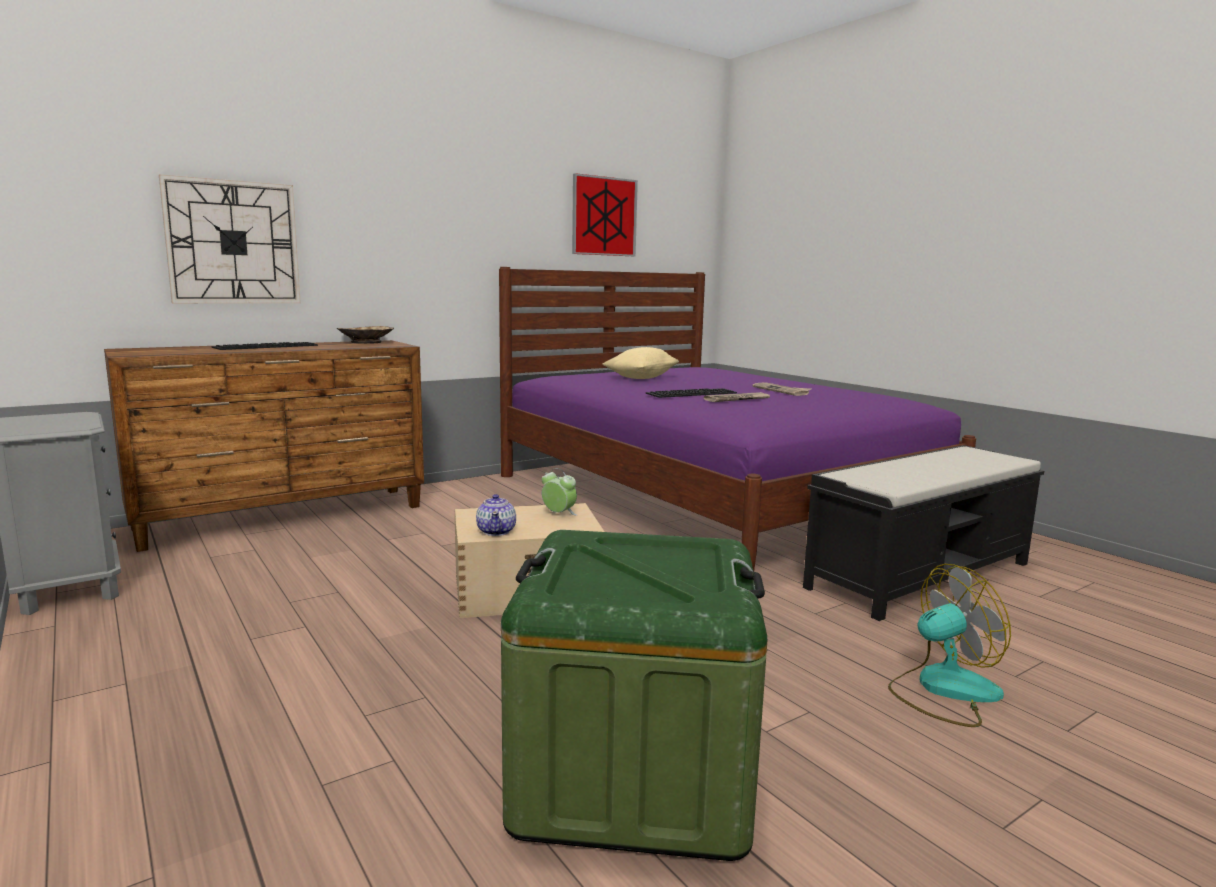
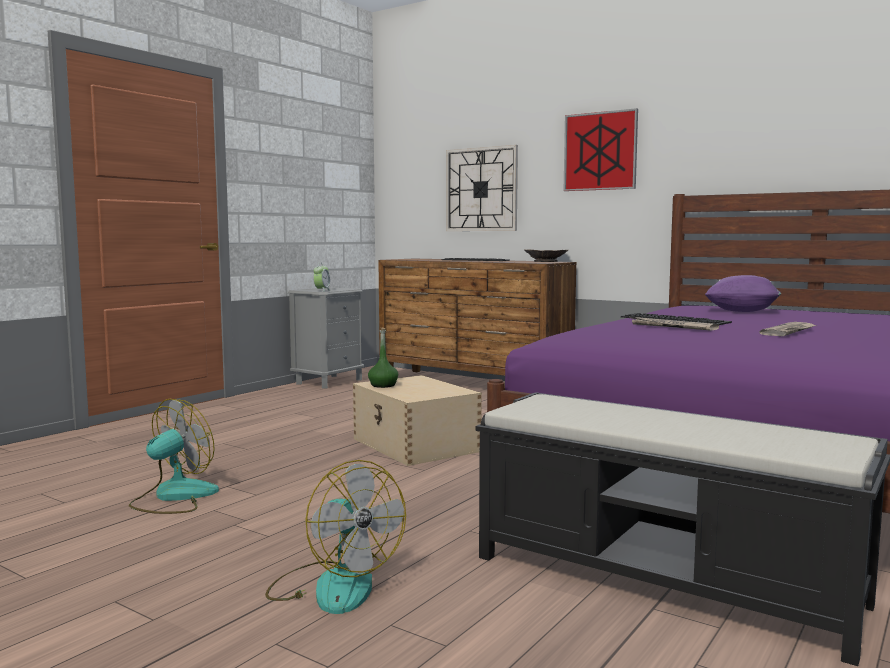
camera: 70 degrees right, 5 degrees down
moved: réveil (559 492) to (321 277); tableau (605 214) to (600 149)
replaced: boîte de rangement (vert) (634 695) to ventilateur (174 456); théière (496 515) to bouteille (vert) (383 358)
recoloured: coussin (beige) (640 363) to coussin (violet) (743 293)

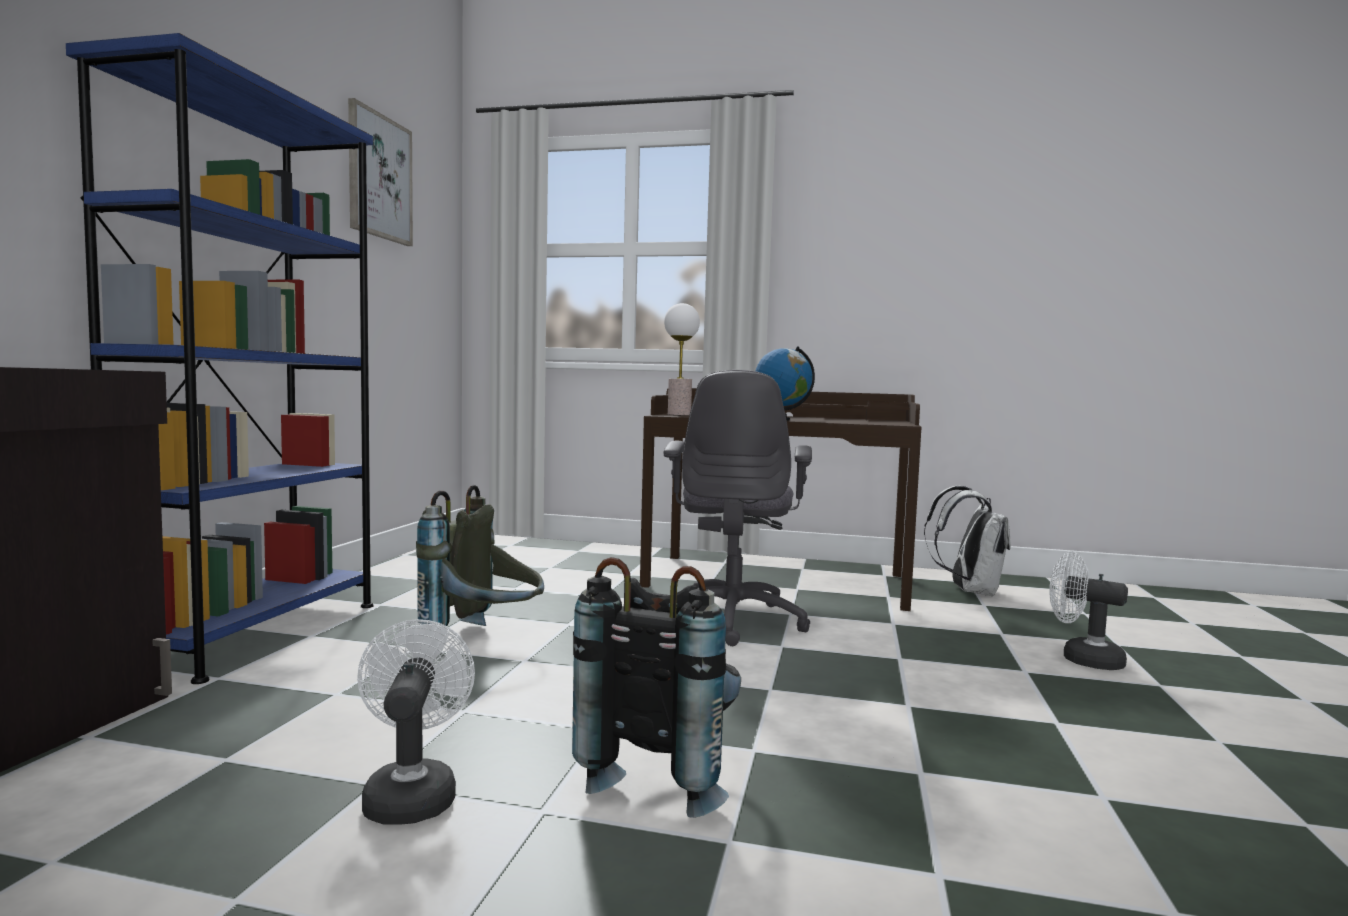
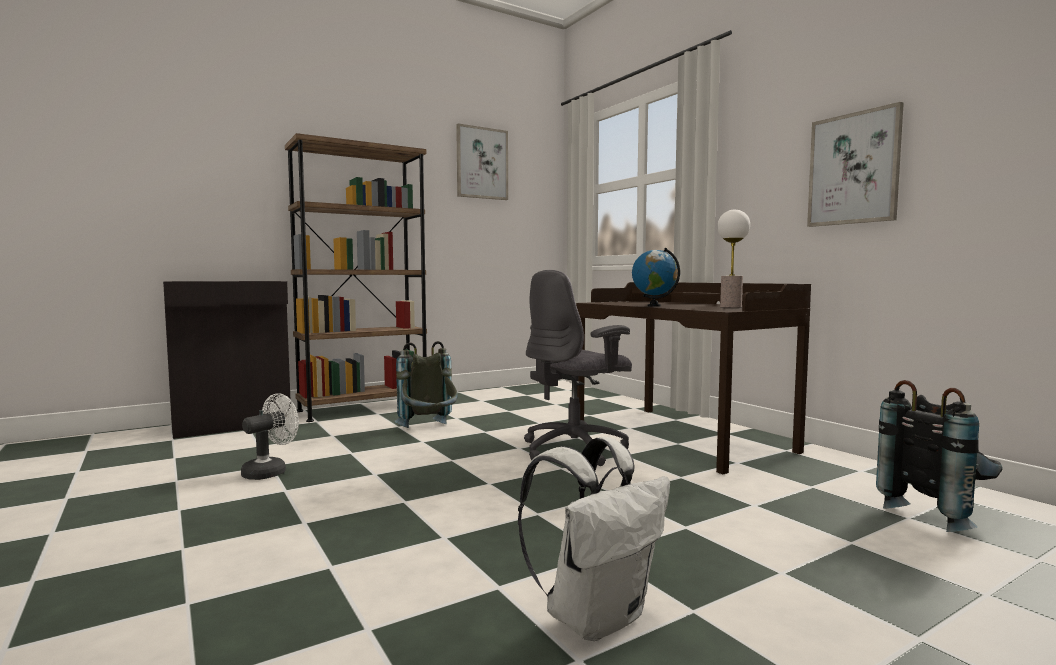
camera: 45 degrees right, 0 degrees up
removed: ventilateur (blanc) (1089 610)
added: tableau (855 164)
moved: sac à dos (blanc) (967 541) to (594 539); lampe de table (682 359) to (733 258); sac à dos (noir) (656 687) to (939 456)
recoloured: bibliothèque (bleu) (219 358) to bibliothèque (marron) (356 277)

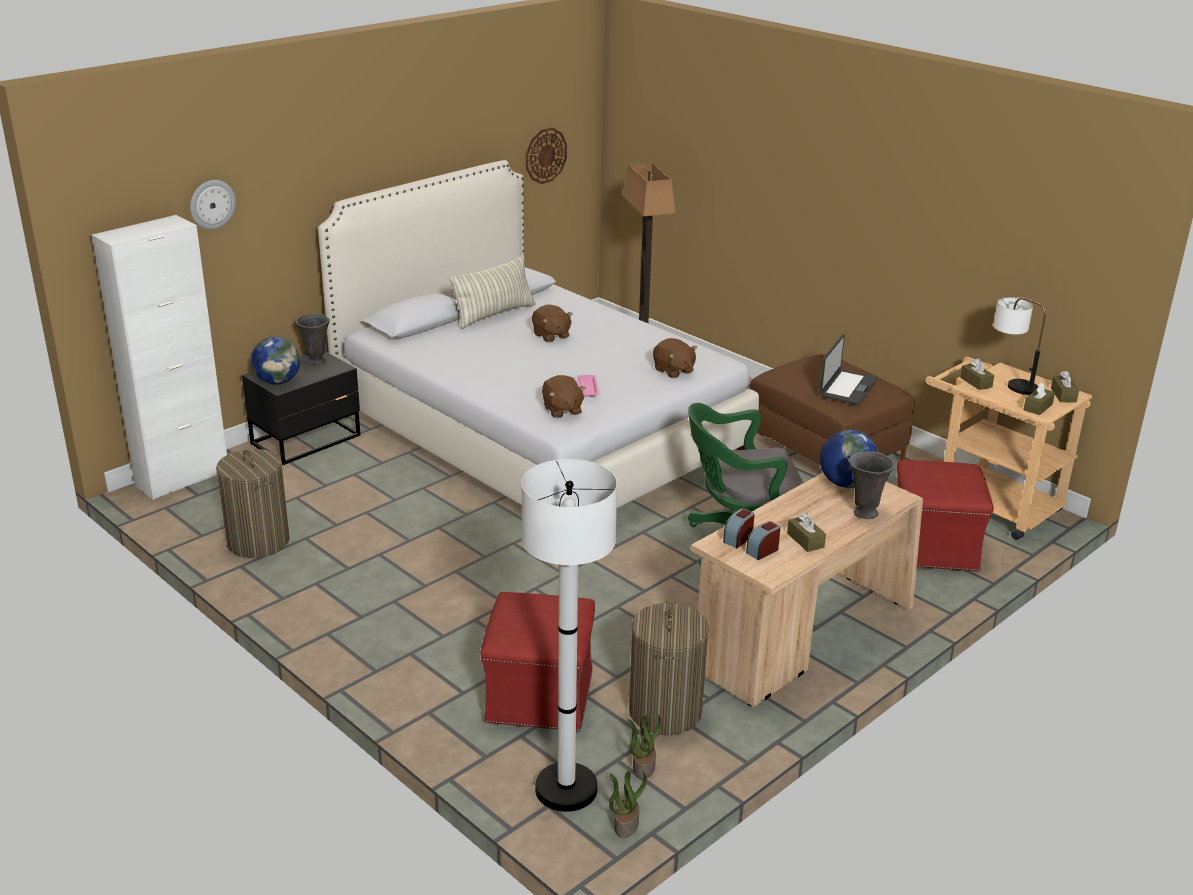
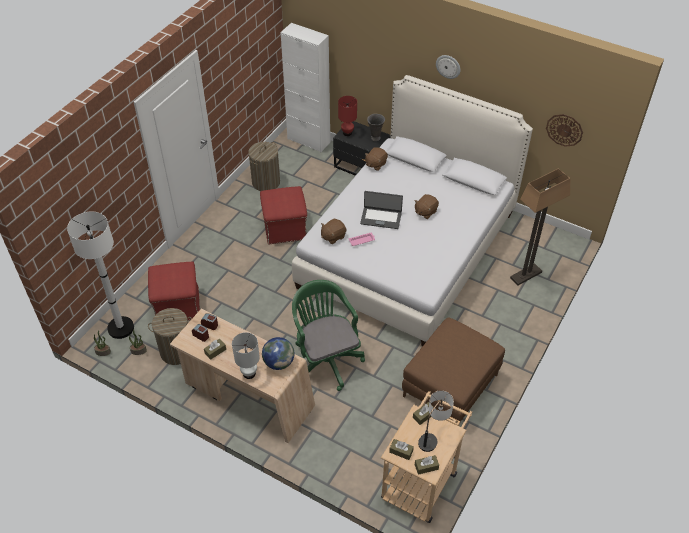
camera: 75 degrees right, 20 degrees up
removed: coussin (492 292)
moved: pouf (rouge) (945 516) to (283 215); ordinateur portable (848 369) to (381 210); peluche (marron) (675 358) to (376 159); horloge murale (213 204) to (448 67)
replaced: vase (gris) (871 485) to lampe de table (blanc) (246 355); globe (275 360) to lampe de table (rouge) (347 116)

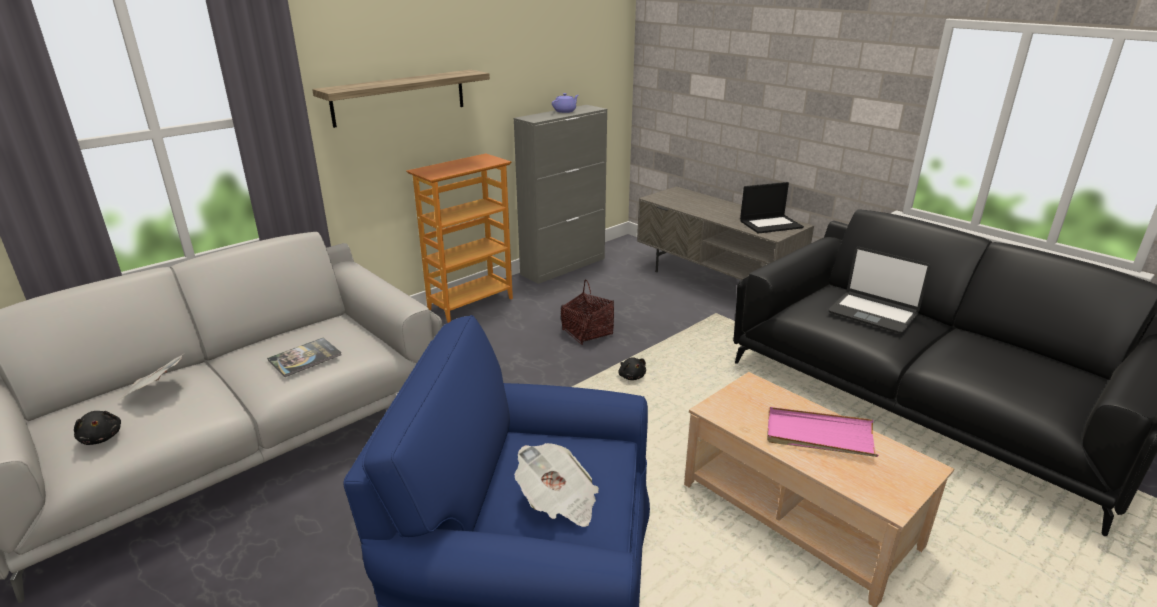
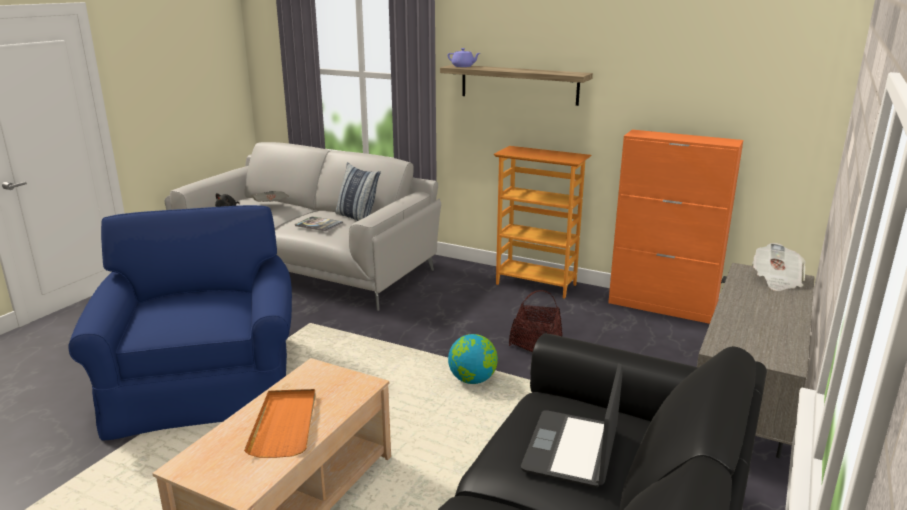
camera: 70 degrees right, 5 degrees down
removed: ordinateur portable (772 208)
added: coussin (358 191)
moved: théière (violet) (565 103) to (464 57); journal (556 485) to (779 267)
replaced: peluche (noir) (632 368) to globe (473 359)
recoloured: plateau (rose) (823 432) to plateau (orange) (279 423); meuble de rangement (gris) (560 194) to meuble de rangement (orange) (675 227)

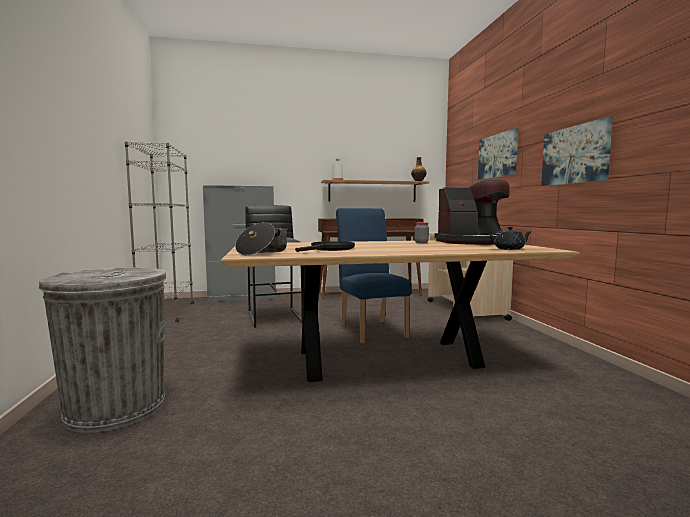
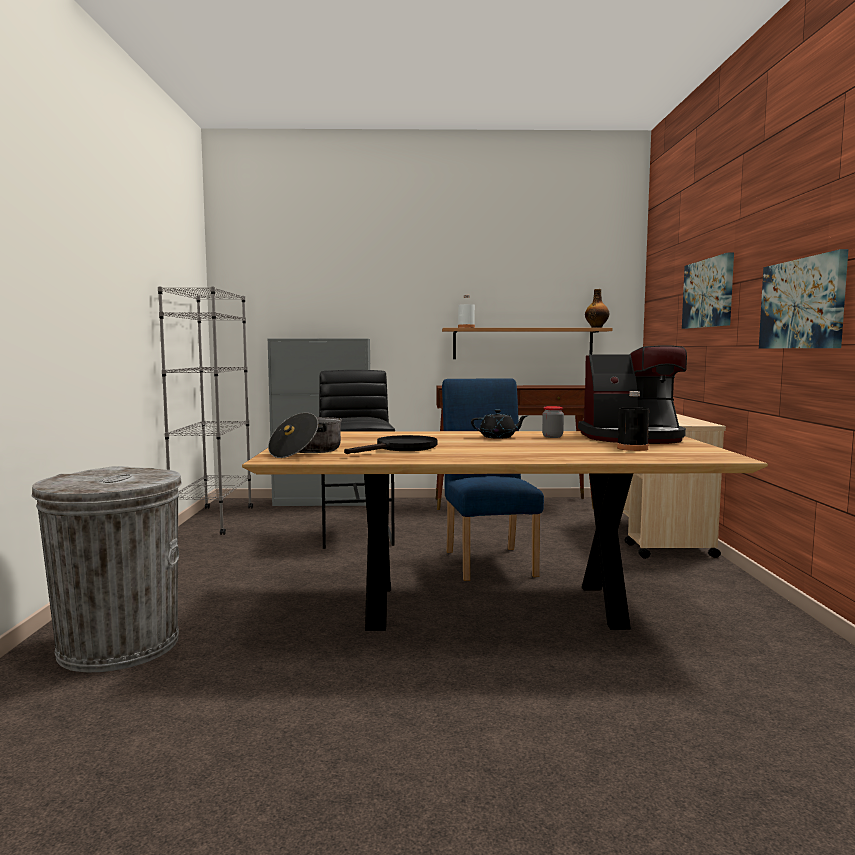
camera: 10 degrees right, 0 degrees up
added: bouteille (noir) (633 421)
moved: théière (noir) (511 238) to (499 424)

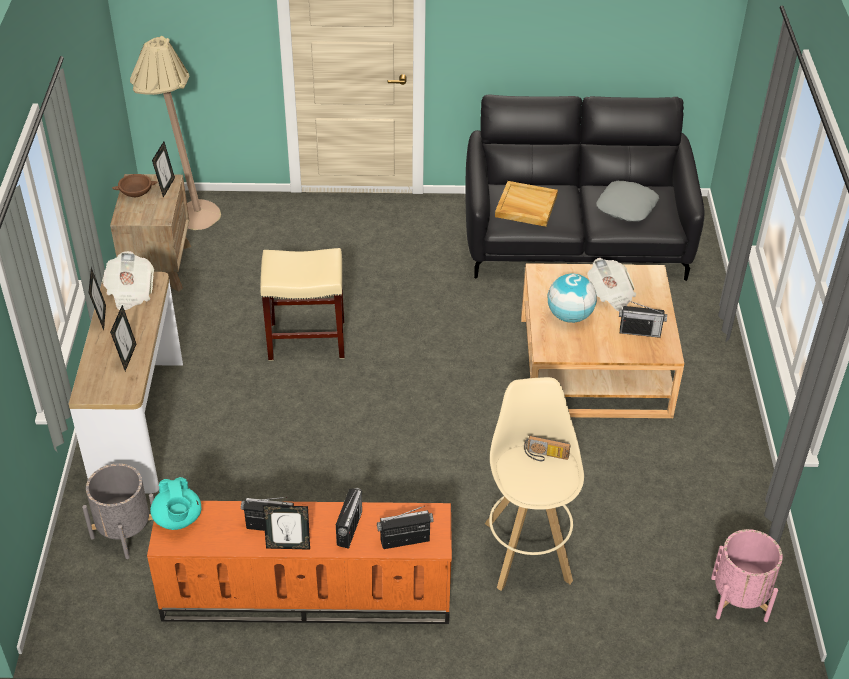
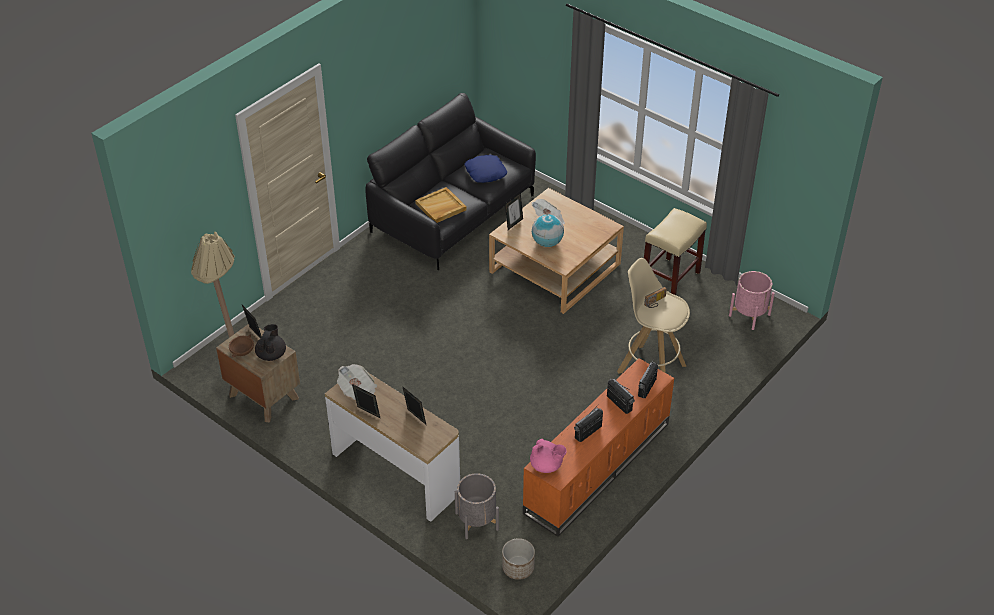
camera: 50 degrees left, 0 degrees up
removed: radio (643 319)
added: théière (noir) (270 342); cache-pot (518 559)
moved: cadre photo (286 527) to (514 211); tabouret (beige) (302 304) to (675 251)
recoloured: coussin (gris) (627 201) to coussin (bleu) (485 169); théière (turquoise) (175 503) to théière (rose) (548 456)

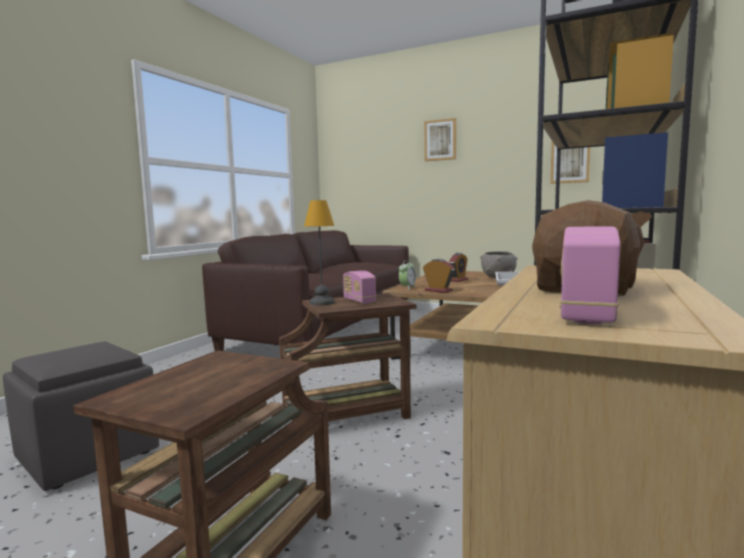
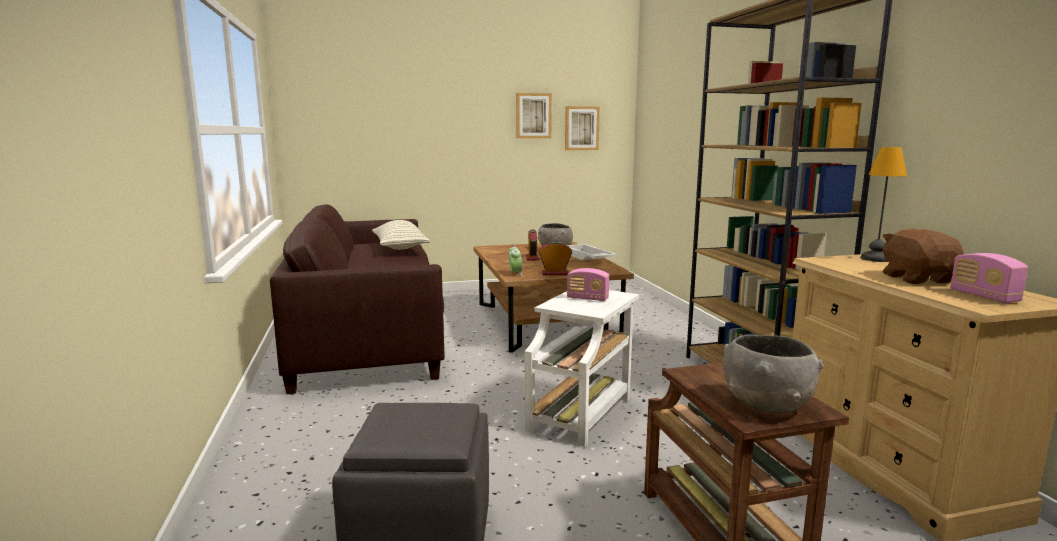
camera: 40 degrees left, 5 degrees up
added: coussin (401 235); bol (gris) (773 373)
moved: tableau (440 139) to (534 115); lampe de table (319 252) to (884 204)
recoloured: table d'appoint (marron) (347 357) to table d'appoint (blanc) (582 368)

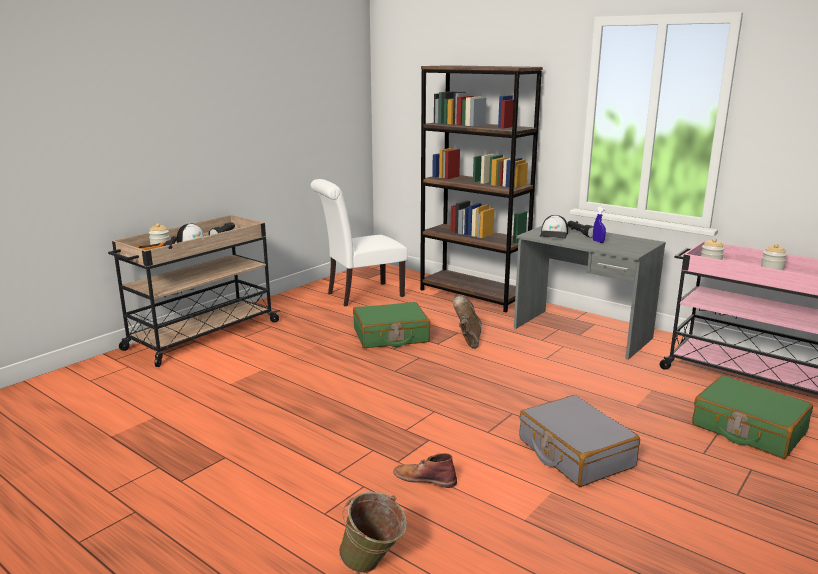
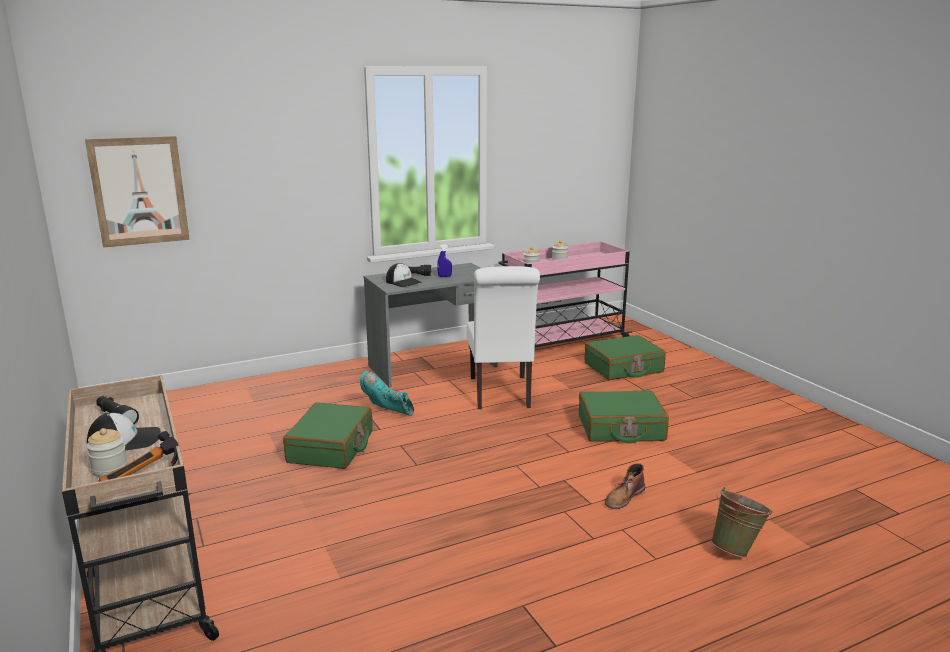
camera: 65 degrees left, 0 degrees up
removed: bibliothèque (marron) (481 188)
added: tableau (137 192)
moved: chaise (blanc) (359 242) to (503 337)
recoloured: botte (marron) (467 321) to botte (turquoise) (387 393); valise (gris) (579 441) to valise (vert) (624 417)

